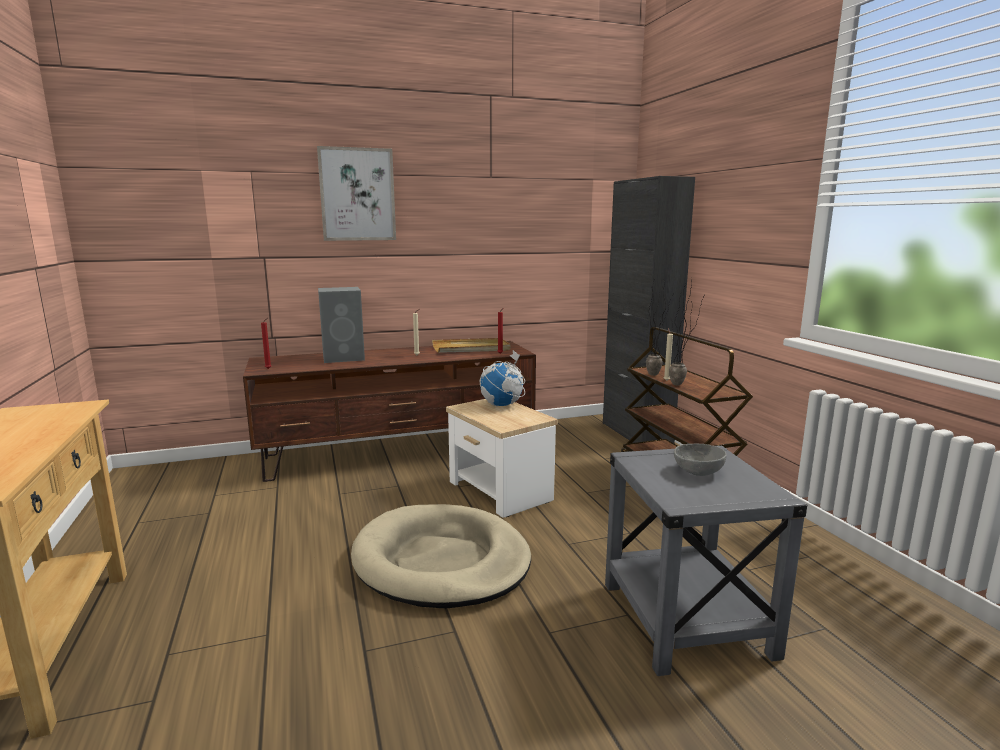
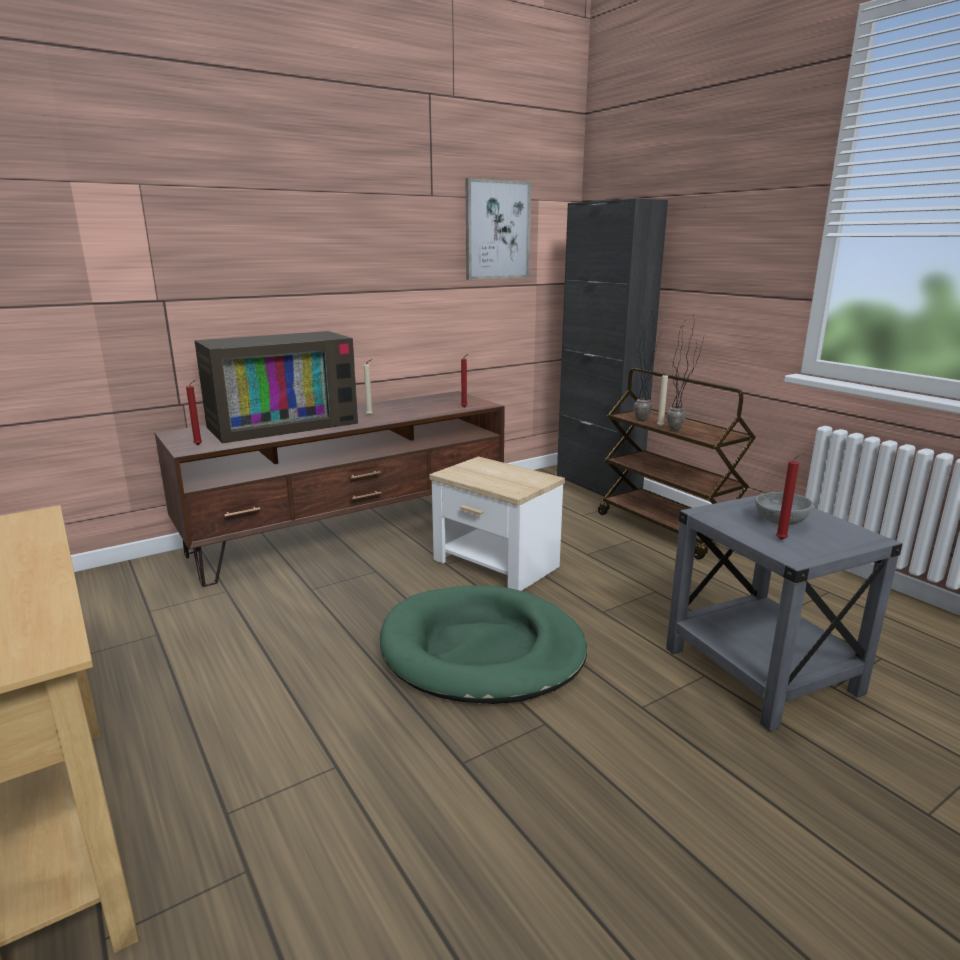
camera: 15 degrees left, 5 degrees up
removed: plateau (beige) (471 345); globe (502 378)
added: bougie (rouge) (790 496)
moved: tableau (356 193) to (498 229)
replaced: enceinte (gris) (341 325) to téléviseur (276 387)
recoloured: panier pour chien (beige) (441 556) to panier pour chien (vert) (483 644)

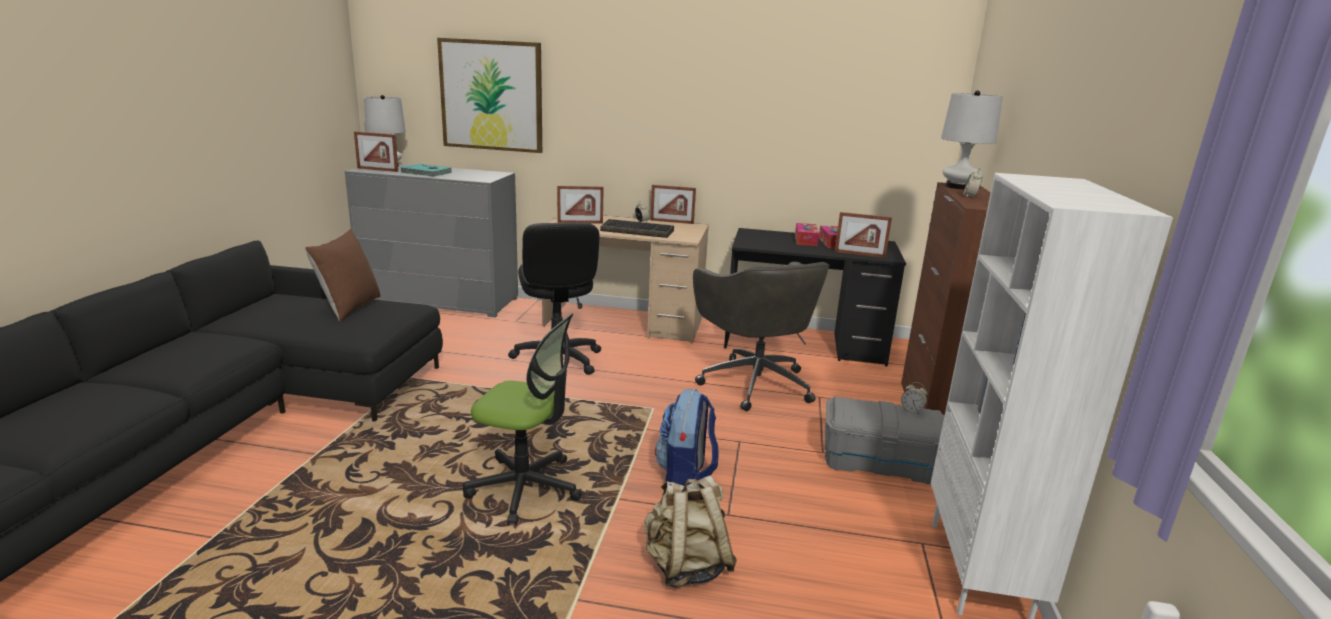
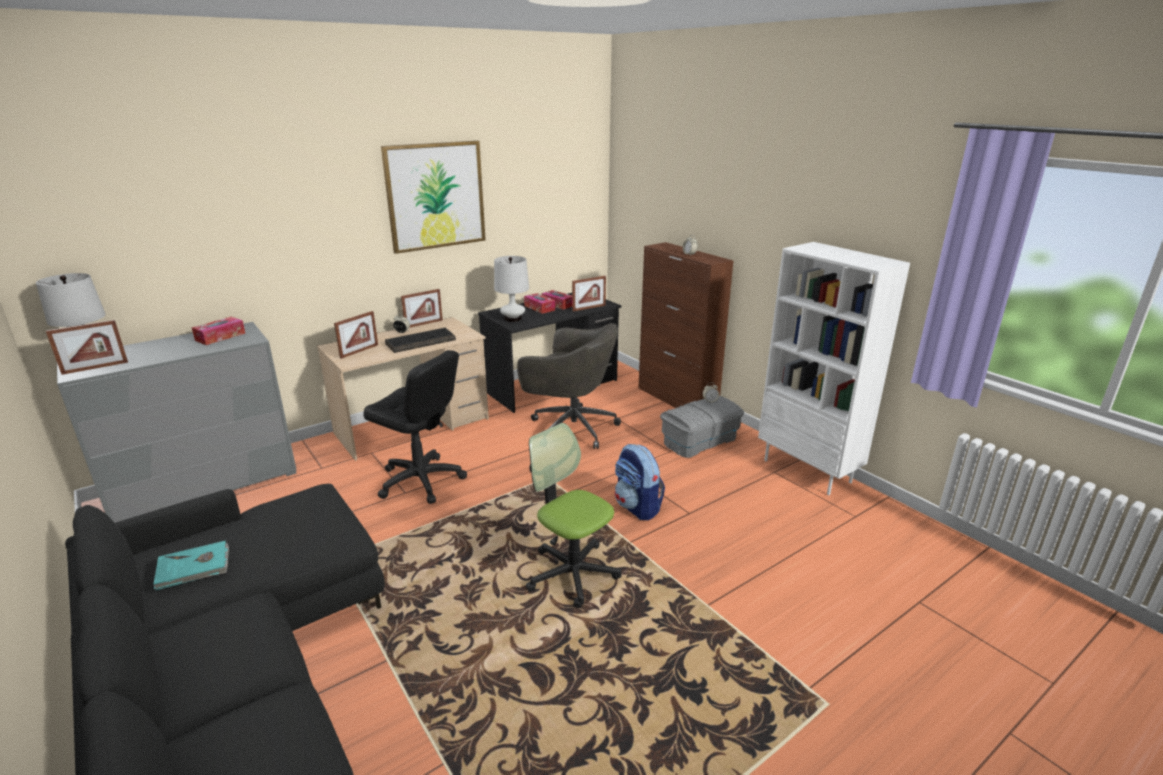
camera: 45 degrees left, 5 degrees up
removed: coussin (marron) (343 275); sac à dos (beige) (690 531)
added: boîte à mouchoirs (218 331)
moved: livre (turquoise) (426 170) to (191 565); tableau (489 95) to (433 197); lampe de table (blanc) (972 140) to (511 289)
turned: chaise de bureau (522 419) = (574 515) 105 degrees counterclockwise

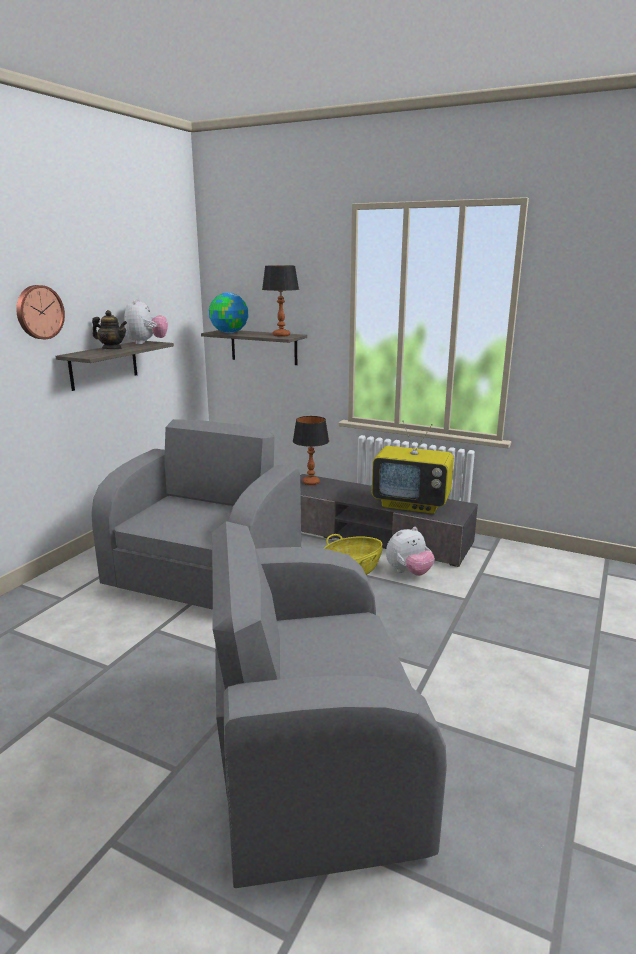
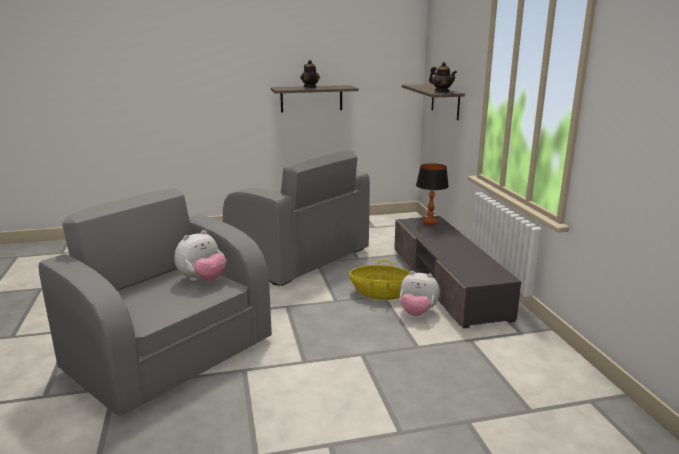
camera: 50 degrees right, 0 degrees up
removed: horloge murale (40 312); globe (228 313); téléviseur (413 467)
moved: peluche (146 321) to (200 255)
replaced: lampe de table (280 301) to théière (443 77)
turned: fauteuil (gris) (196 514) = (296 218) 60 degrees clockwise

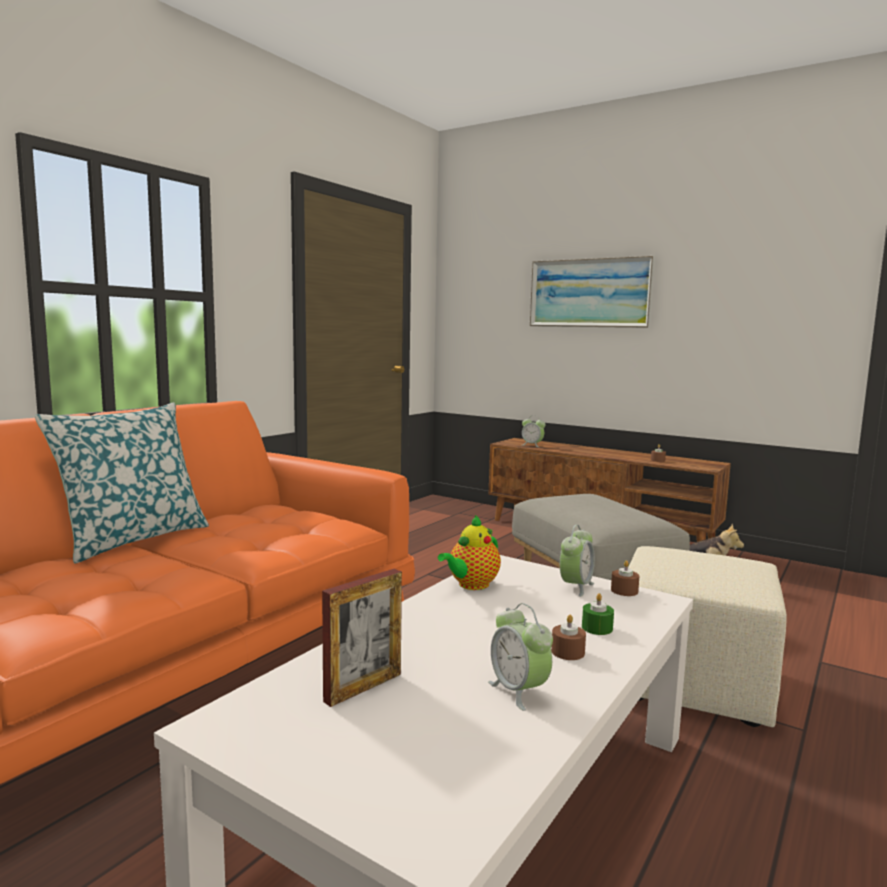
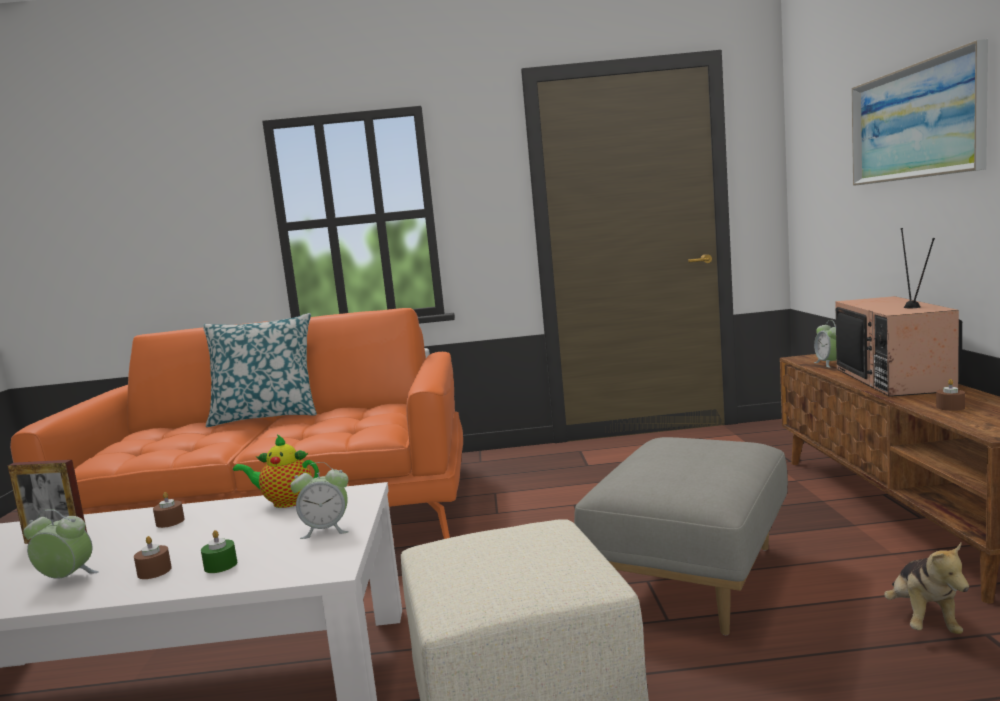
camera: 55 degrees right, 0 degrees up
added: téléviseur (898 312)
moved: bougie (marron) (625 578) to (169 510)
turned: réveil (520 657) = (61 544) 75 degrees clockwise

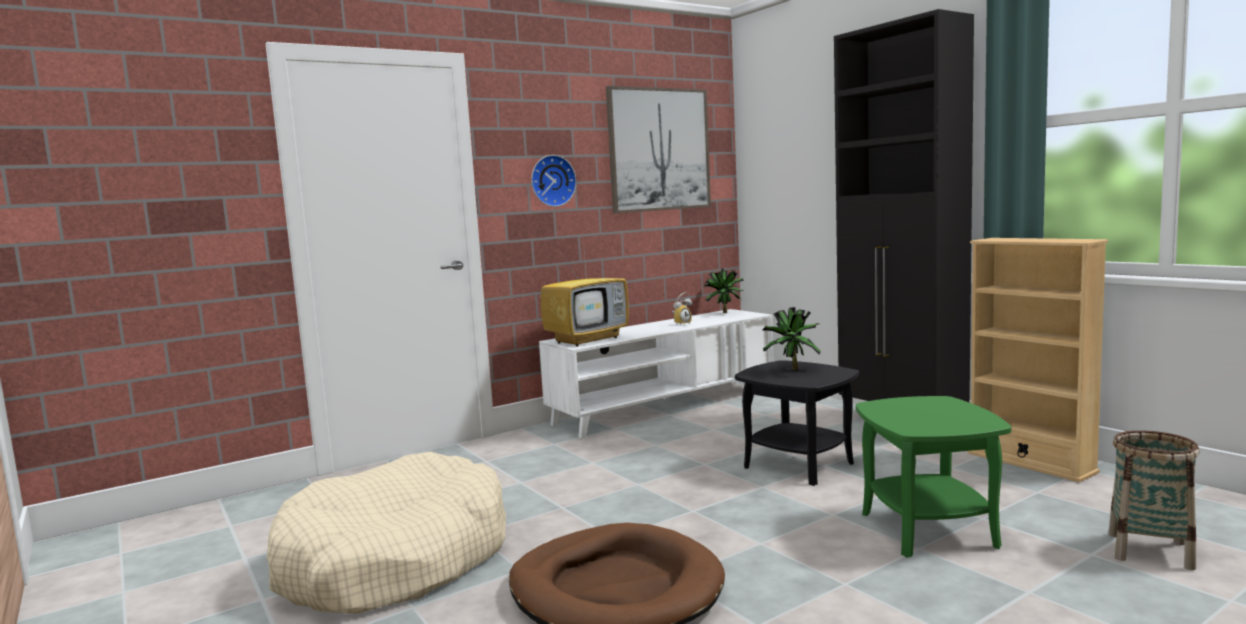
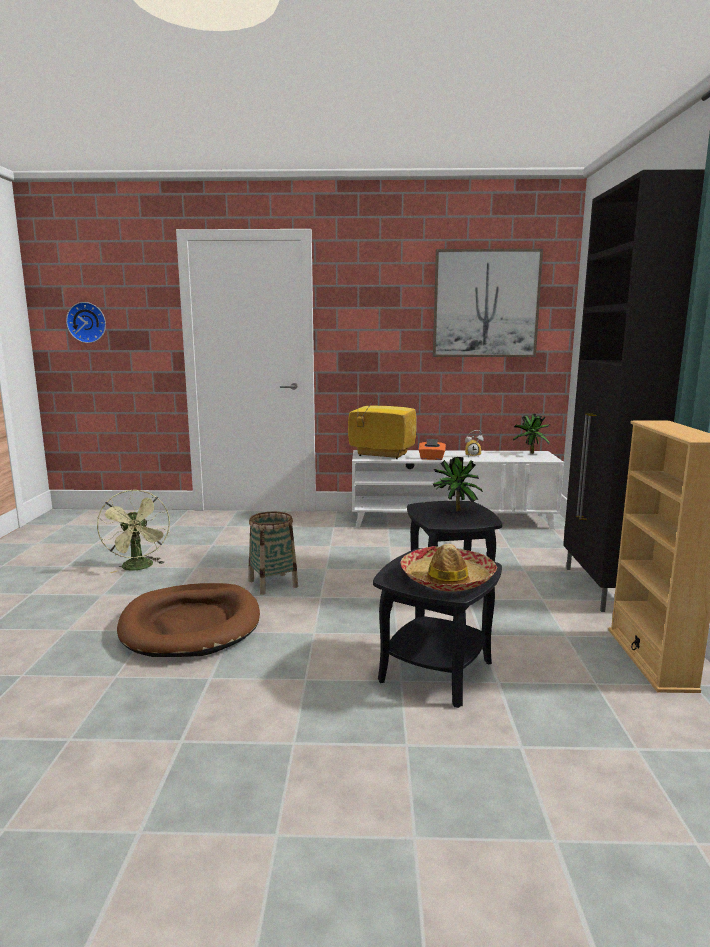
camera: 35 degrees right, 5 degrees up
added: chapeau (448 568); boîte à mouchoirs (orange) (432 449)
moved: horloge murale (554 181) to (86 322); panier (1154 500) to (273 553)
replaced: panier pour chien (beige) (386 533) to ventilateur (vert) (133 531)
recoloured: table d'appoint (vert) (933 476) to table d'appoint (noir) (437 628)
turned: téléviseur (584 291) = (382 425) 150 degrees counterclockwise

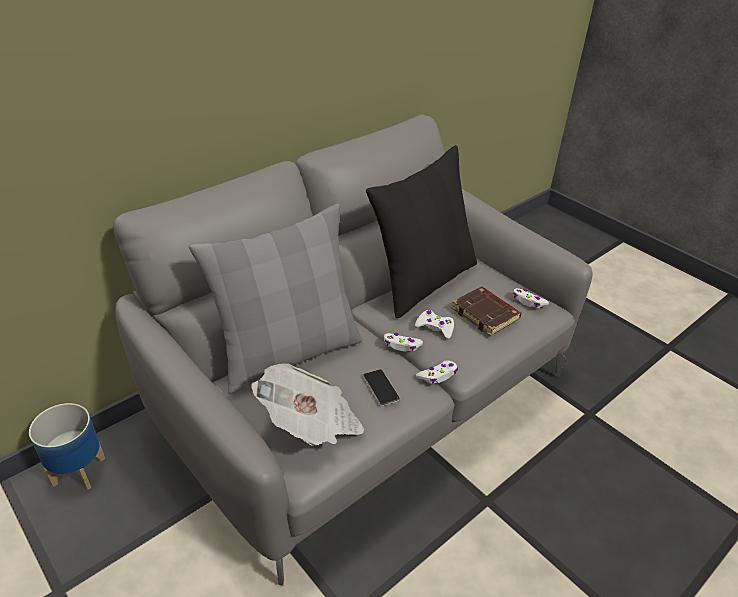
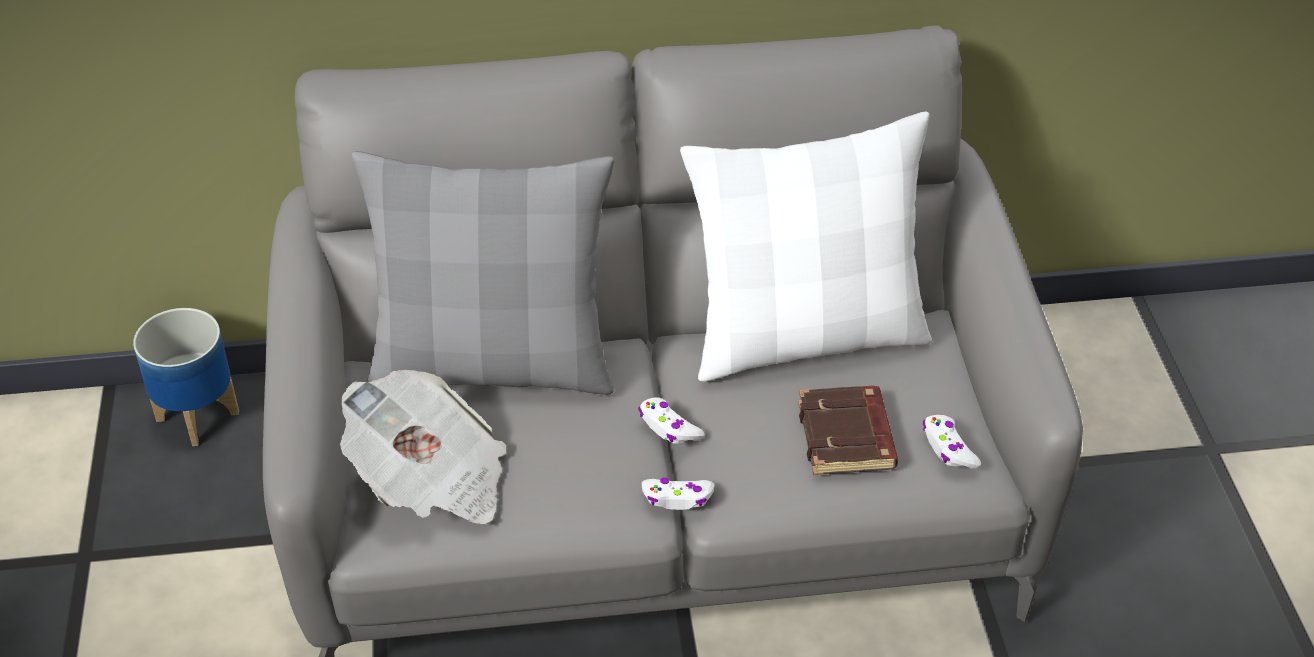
camera: 35 degrees right, 5 degrees up
removed: téléphone (381 387); manette (blanc) (434 324)
recoloured: coussin (noir) (421 231) to coussin (blanc) (806 247)

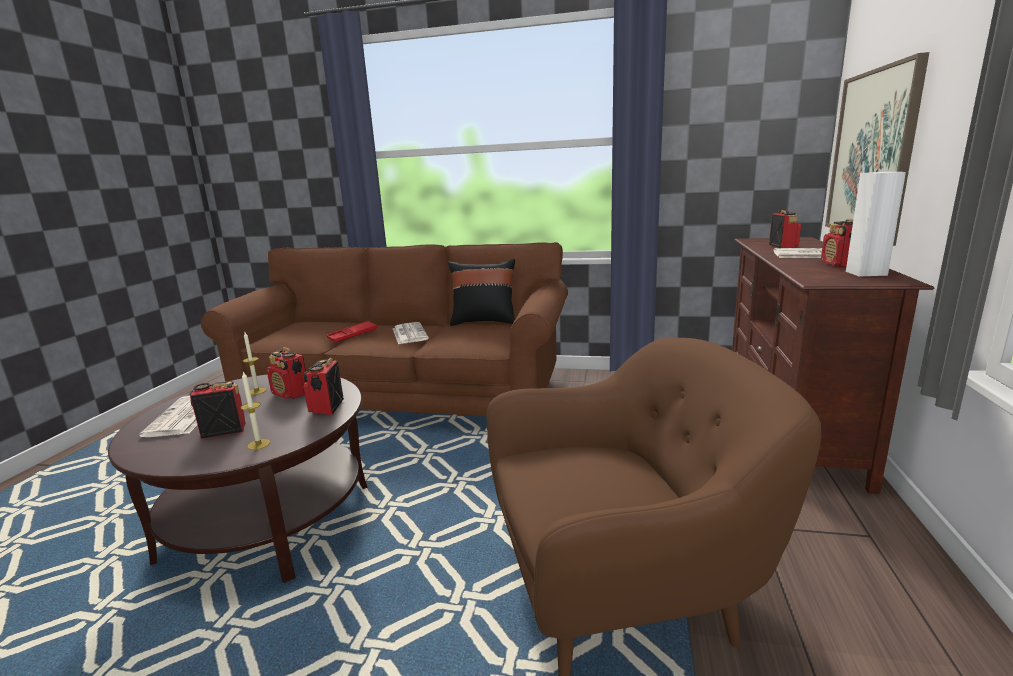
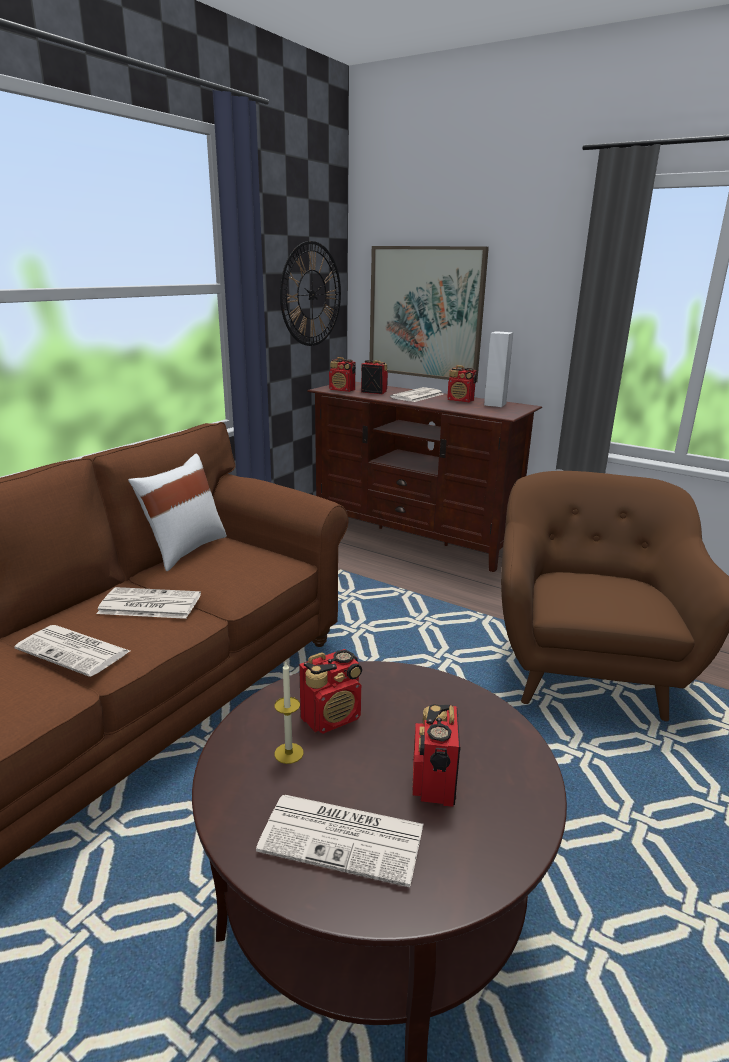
camera: 70 degrees left, 5 degrees up
removed: bougie (255 411)
added: horloge murale (310 293)
moved: radio (324 386) to (342 374)
replaced: plateau (rouge) (352 331) to journal (72 651)
recoloured: coussin (noir) (481 292) to coussin (blanc) (177 512)

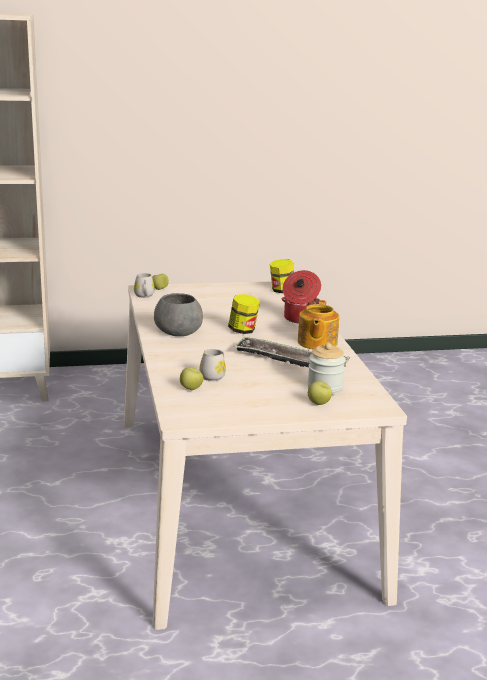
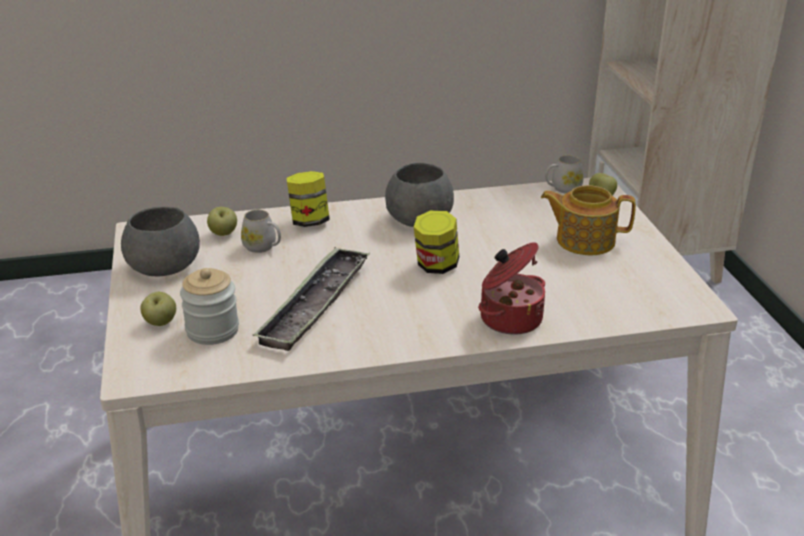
camera: 90 degrees right, 10 degrees up
added: bol (gris) (160 241)
moved: bocal (282 276) to (308 199); théière (318 324) to (588 220)

